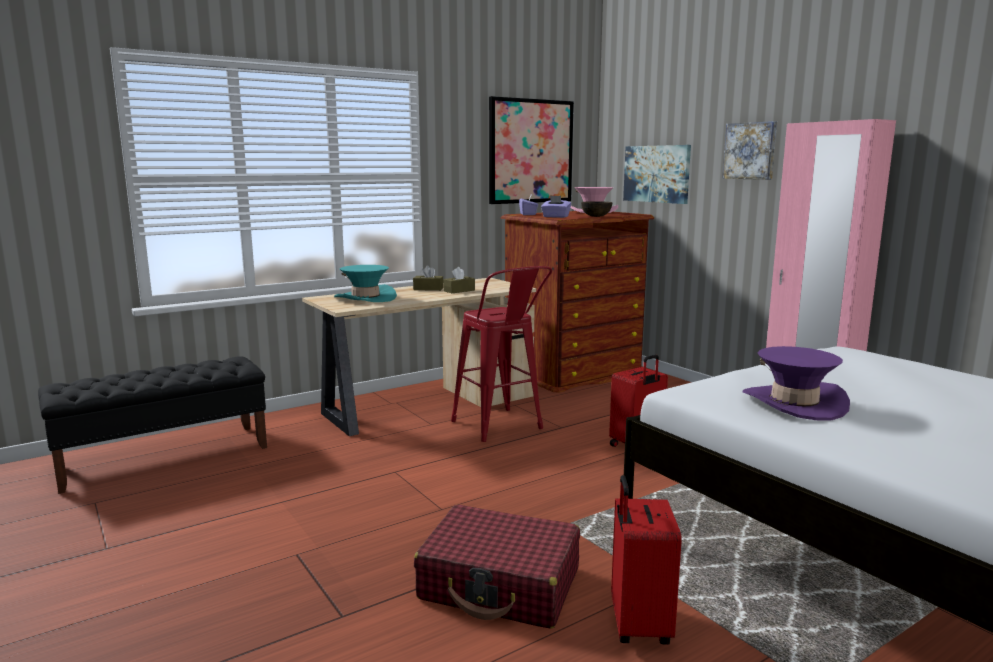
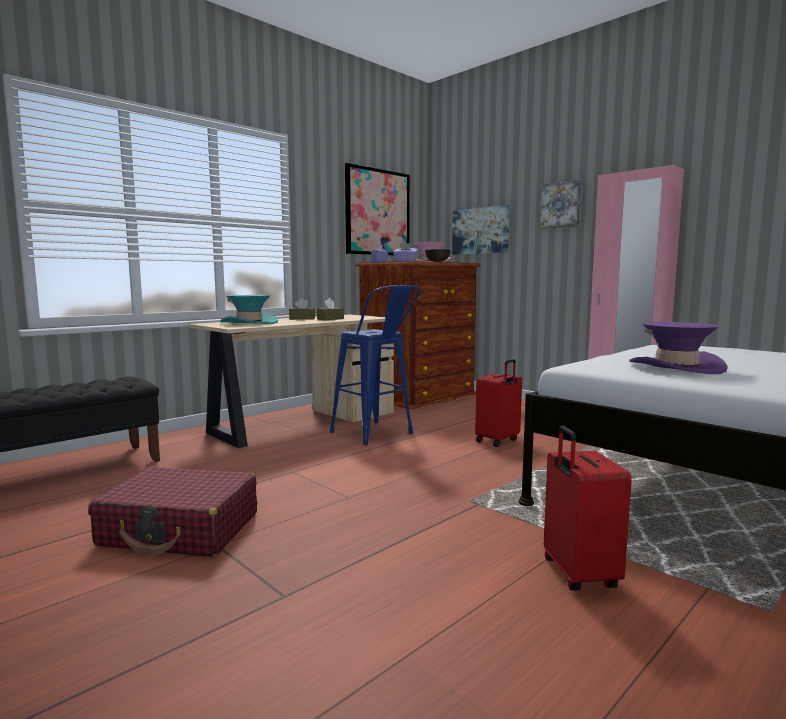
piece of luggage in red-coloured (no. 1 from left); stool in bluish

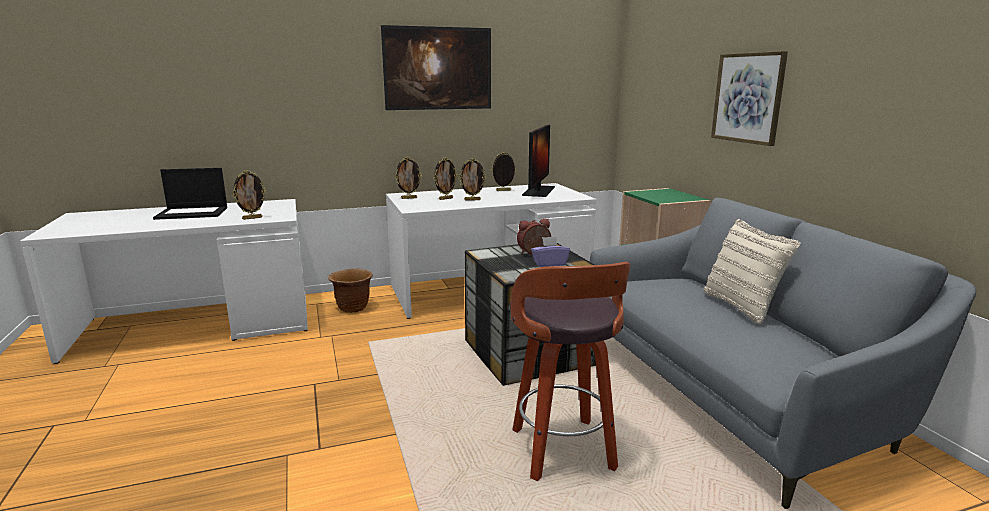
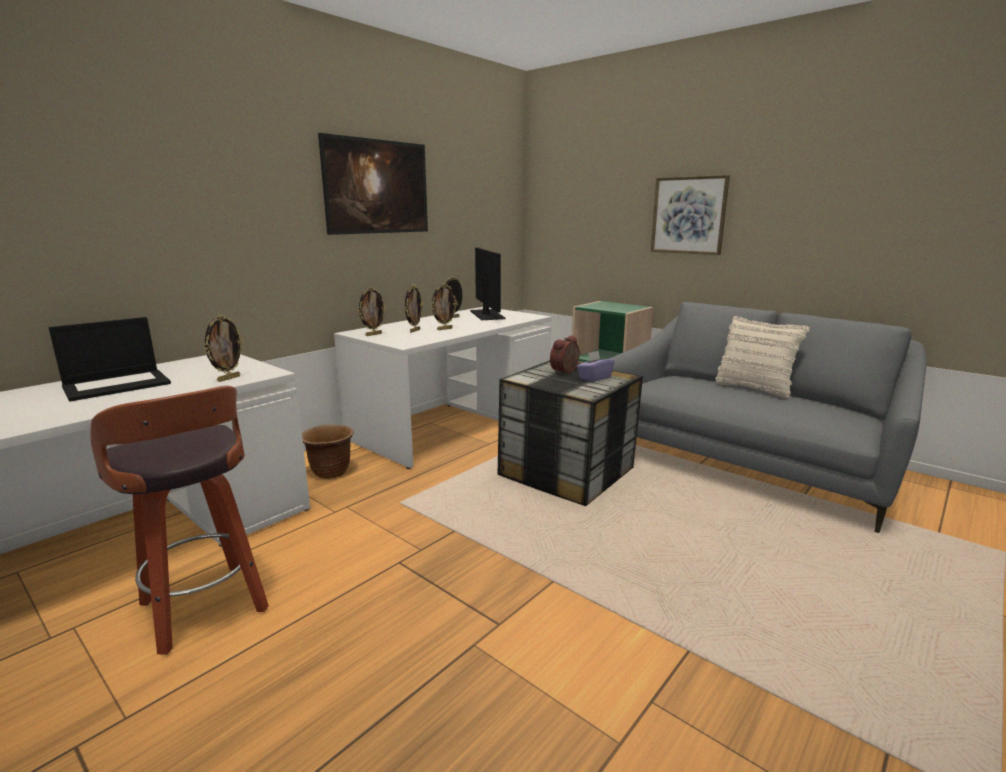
stool

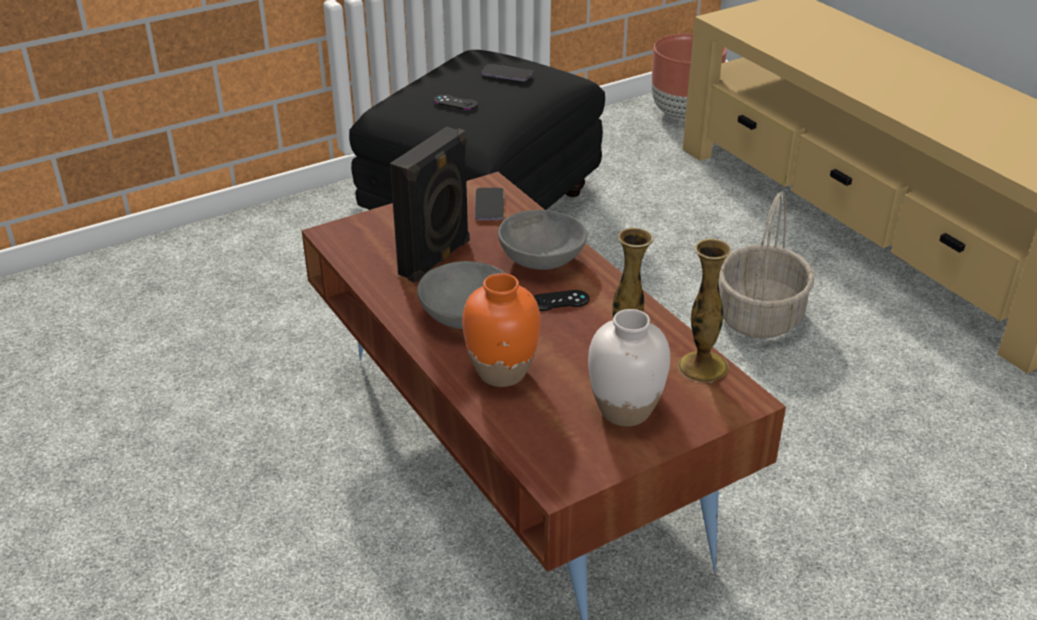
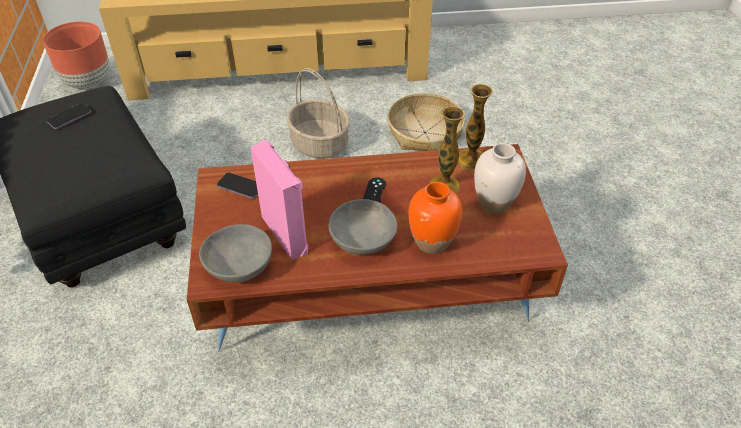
game controller in black-coloured (no. 1 from left in the first image); basket (no. 2 from left); serving bowl in gray (no. 1 from left); audio speaker in pink-coloured

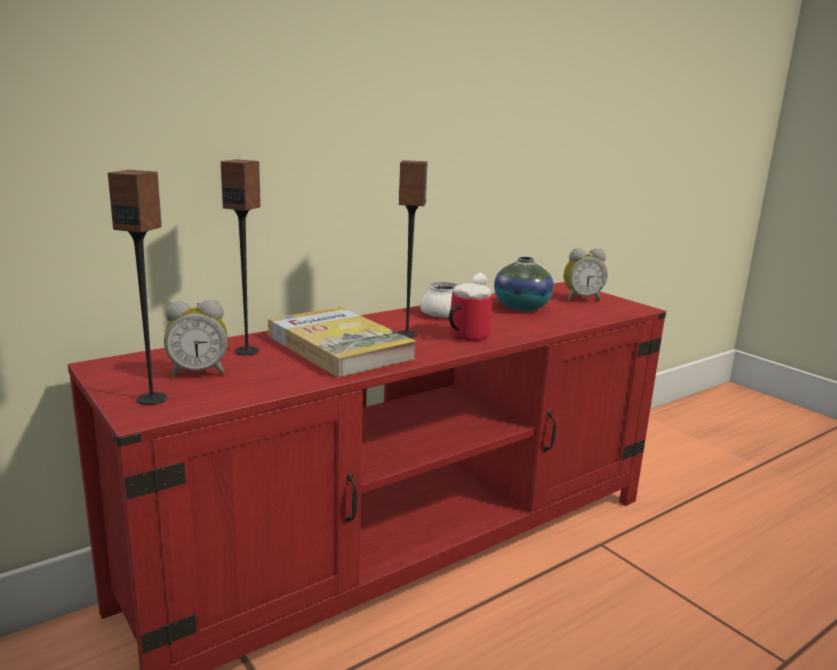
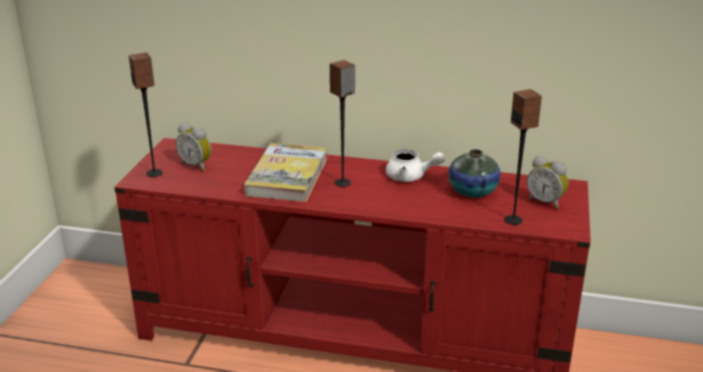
tea mug; audio speaker (no. 3 from left)

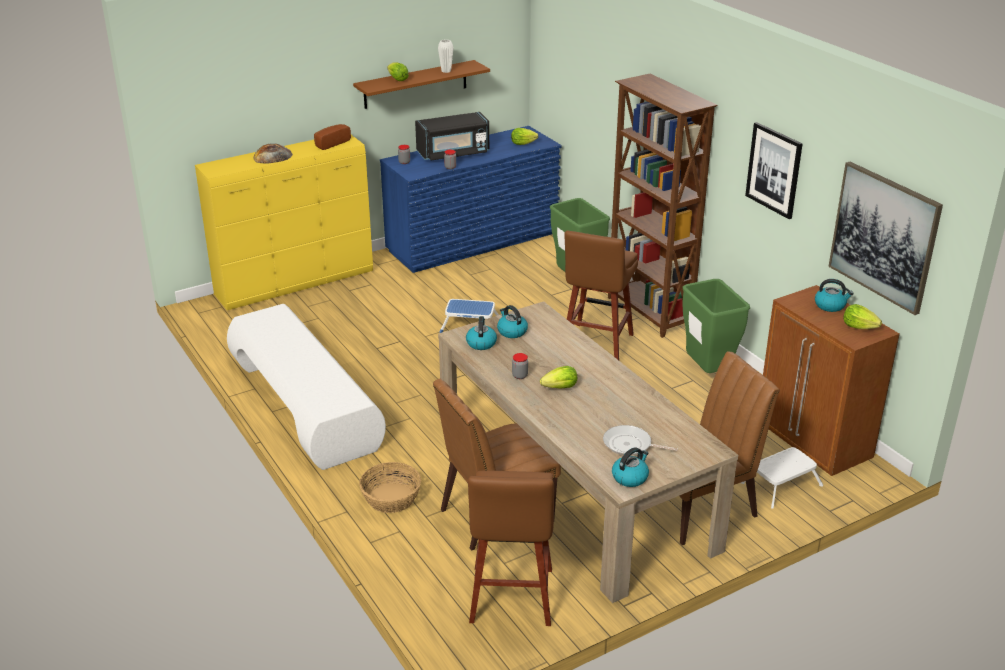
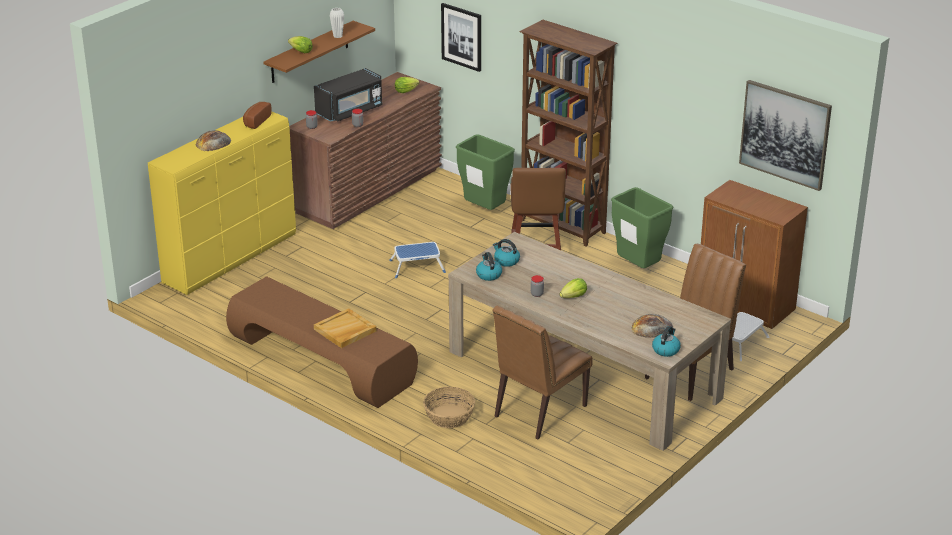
stool in brownish (no. 1 from left in the first image); tea kettle (no. 4 from left in the first image); head of lettuce (no. 4 from left in the first image); serving tray in sand-coloured; picture (no. 1 from left); baked bread (no. 3 from left); indoor bench in brownish; dresser in brownish

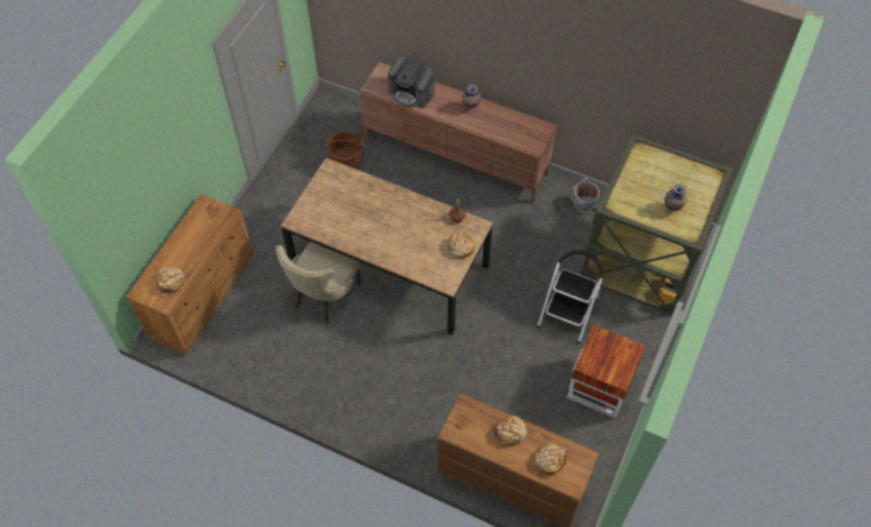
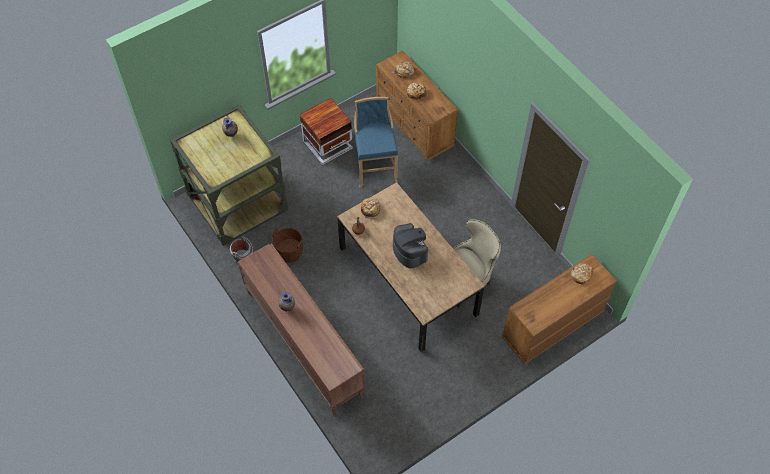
step stool; stool in bluish; pail in brownish; coffee brewer

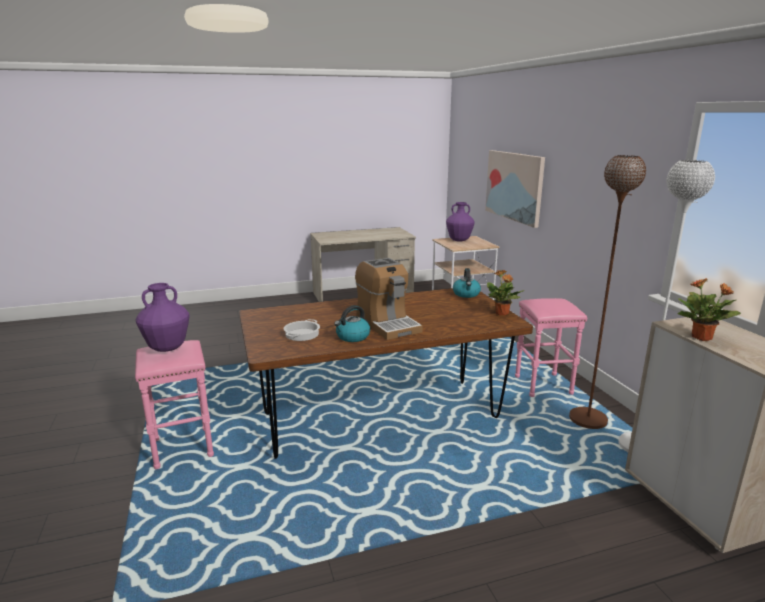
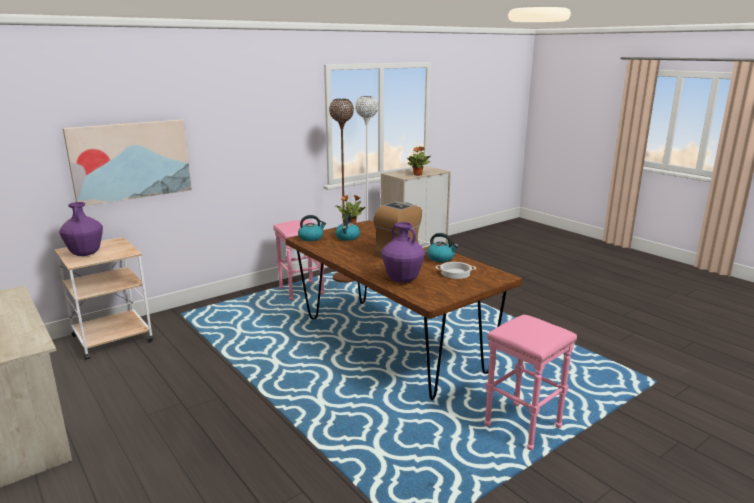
tea kettle (no. 2 from left); flower vase in purple (no. 2 from left)

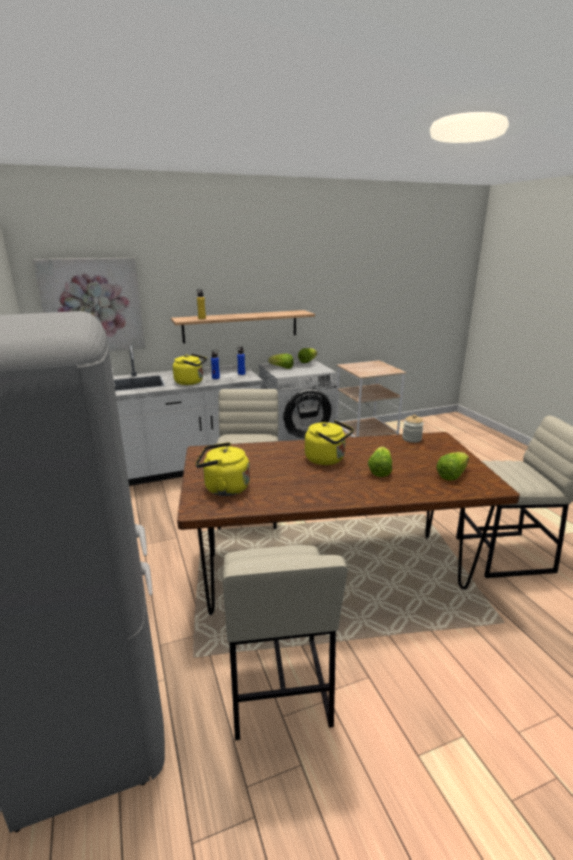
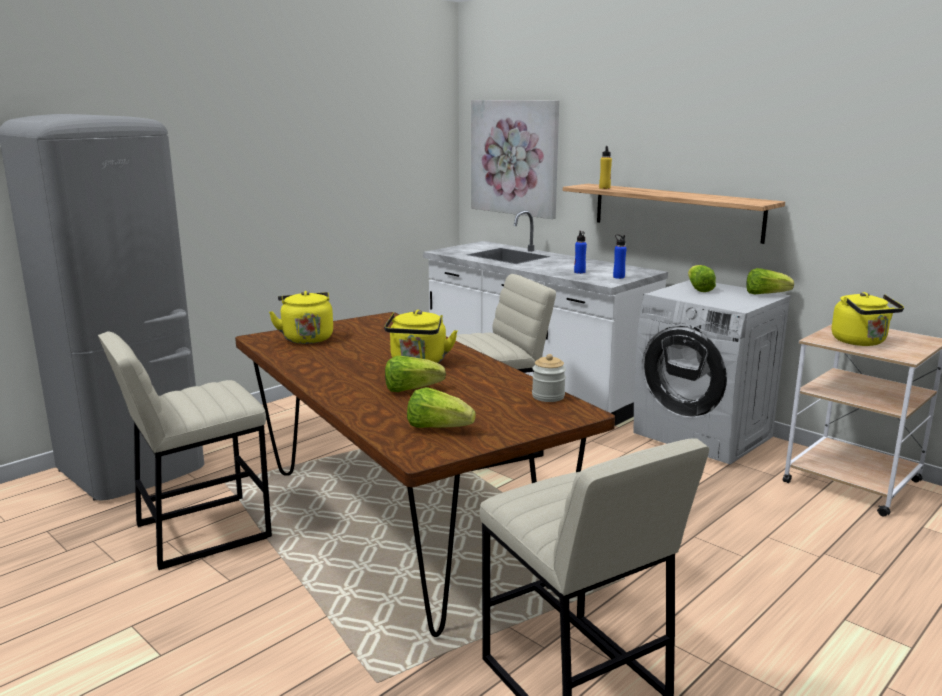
tea kettle in yellow (no. 3 from left)

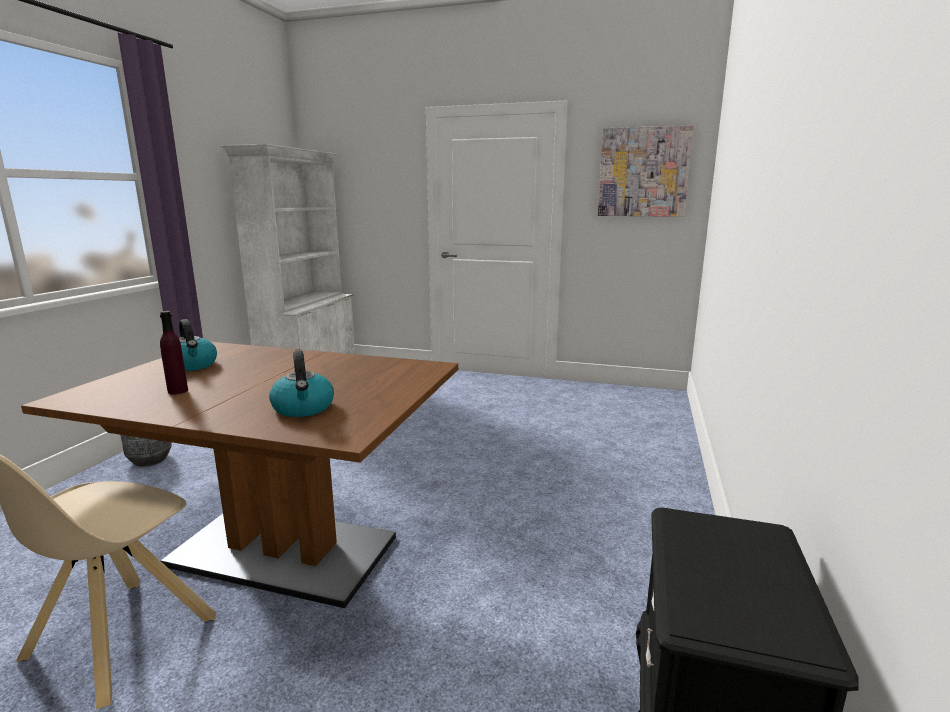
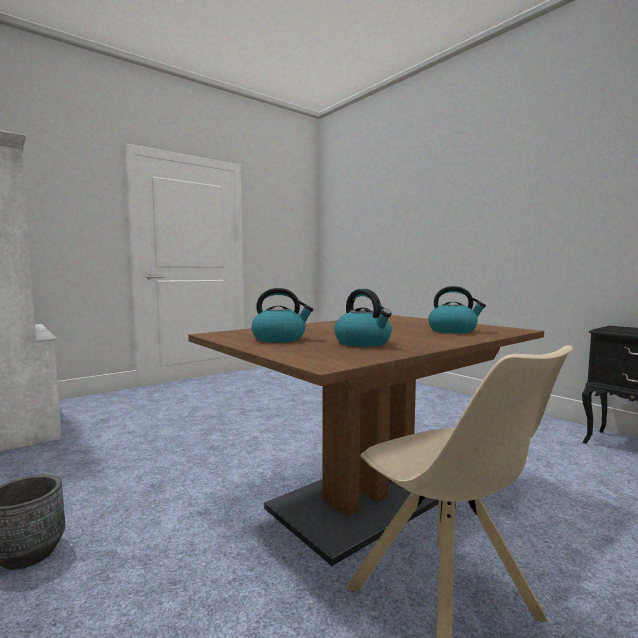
picture; tea kettle (no. 2 from left)

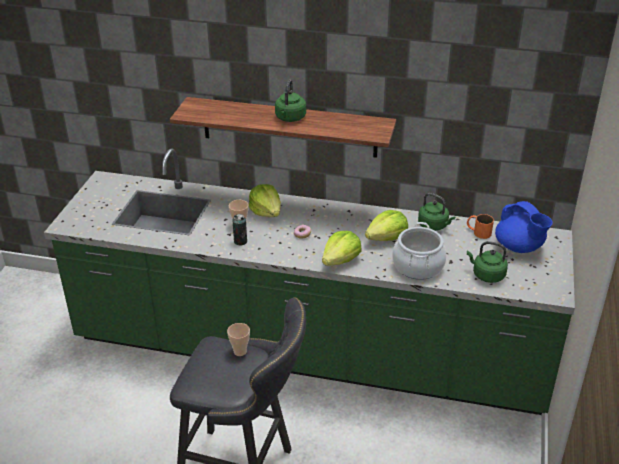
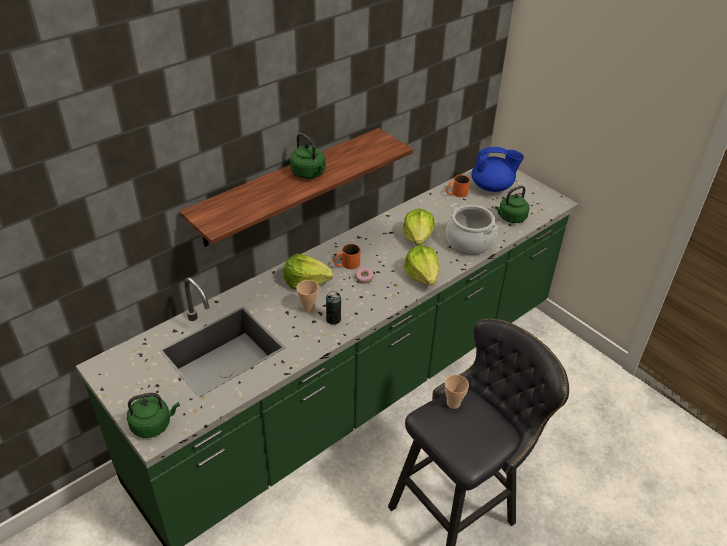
tea mug in orange (no. 1 from left); tea kettle in greenish (no. 1 from left)

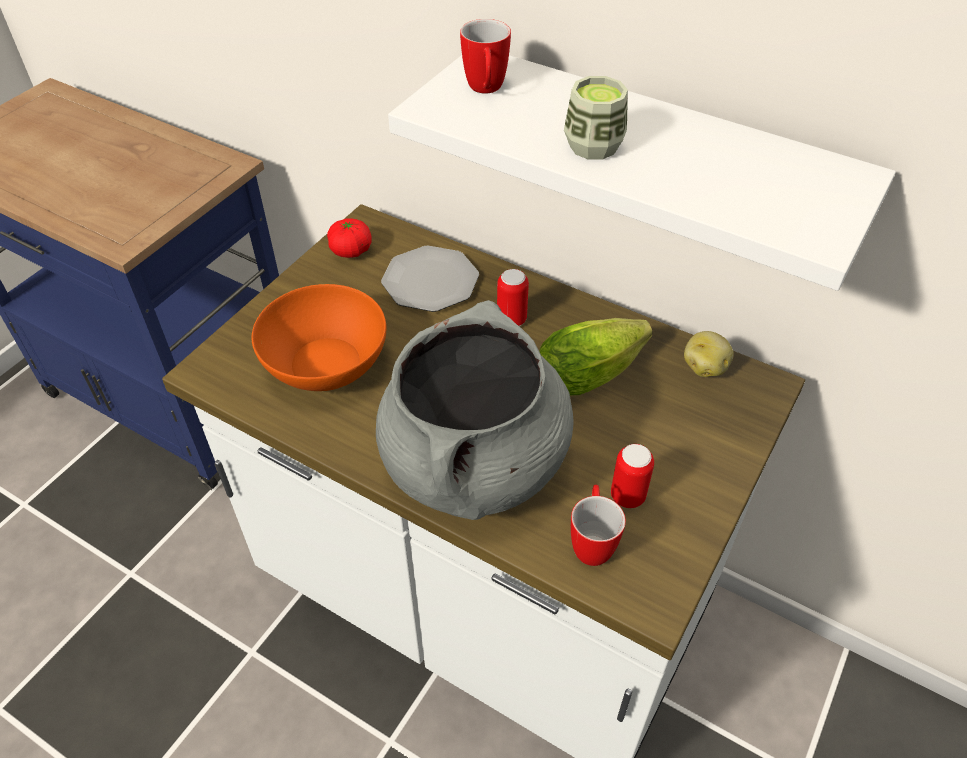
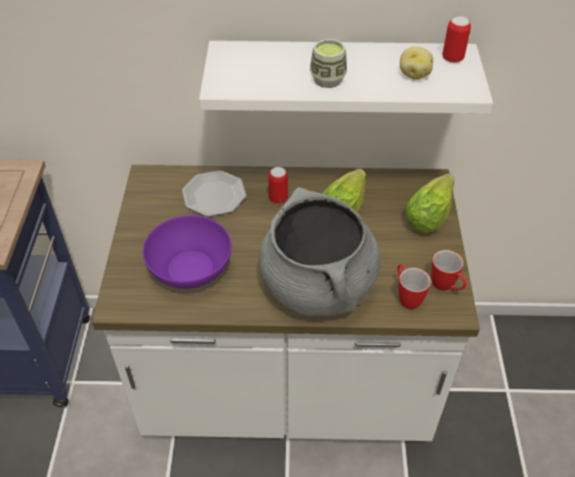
tomato; head of lettuce (no. 2 from left); tea mug (no. 2 from left); sealed can (no. 2 from left); spud; serving bowl in purple

